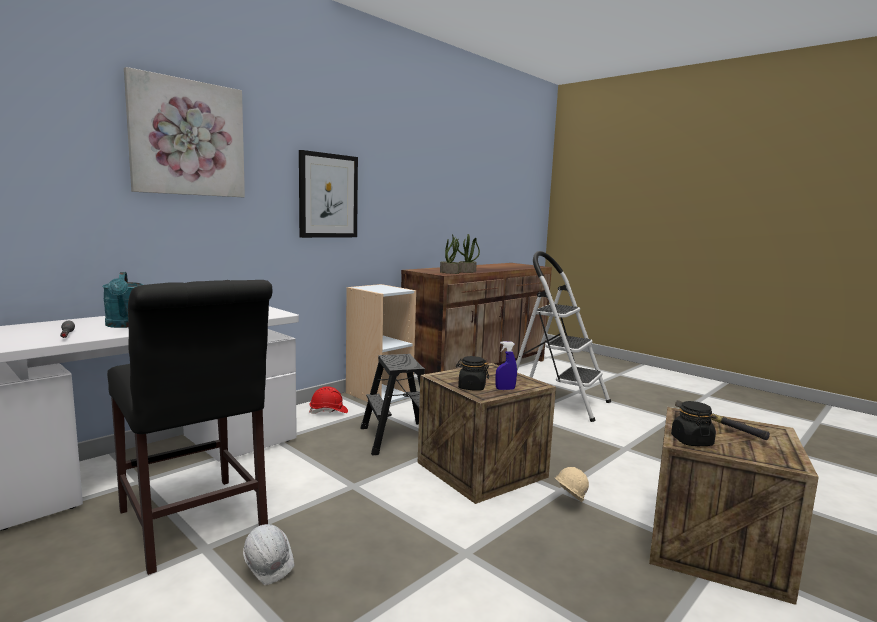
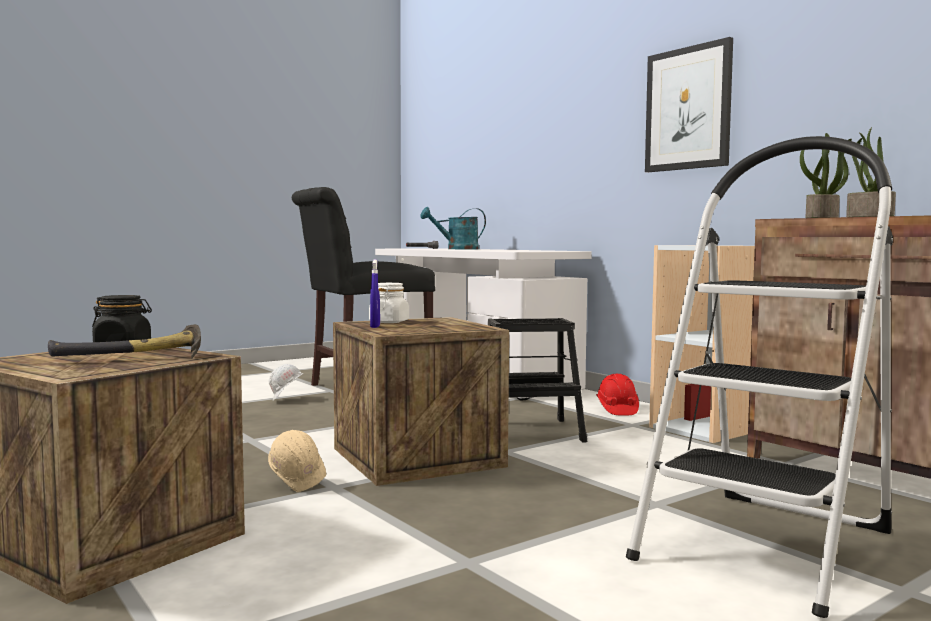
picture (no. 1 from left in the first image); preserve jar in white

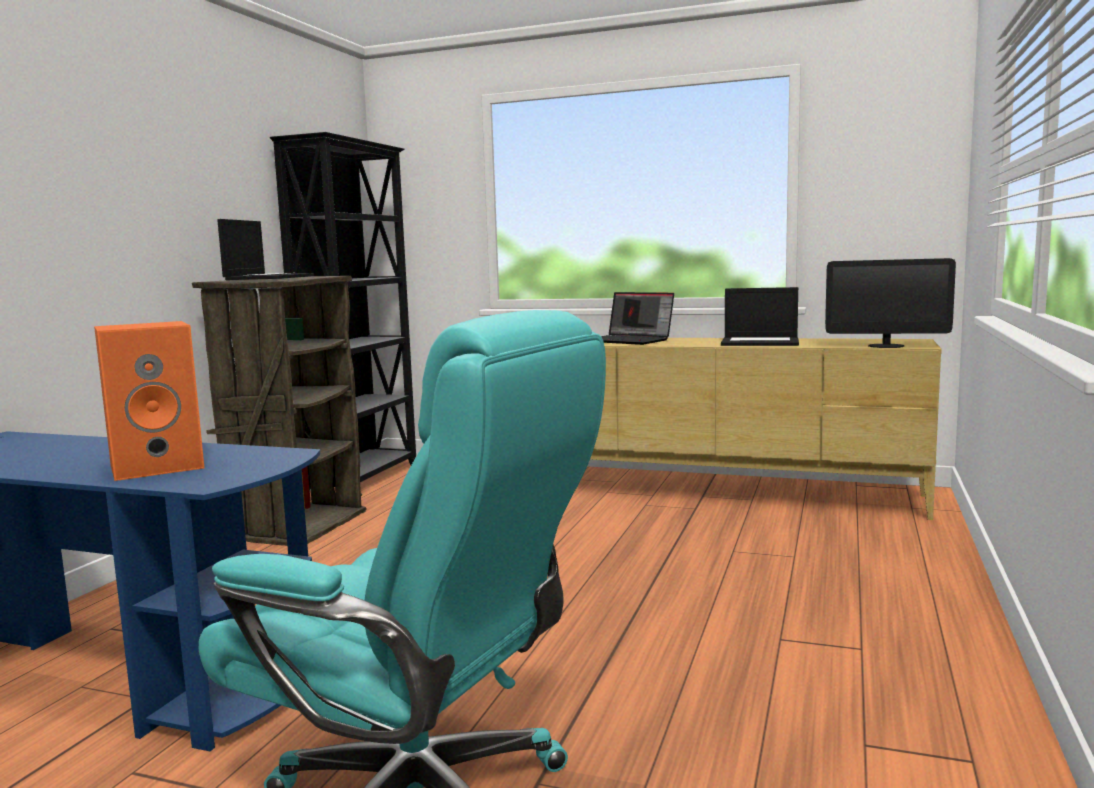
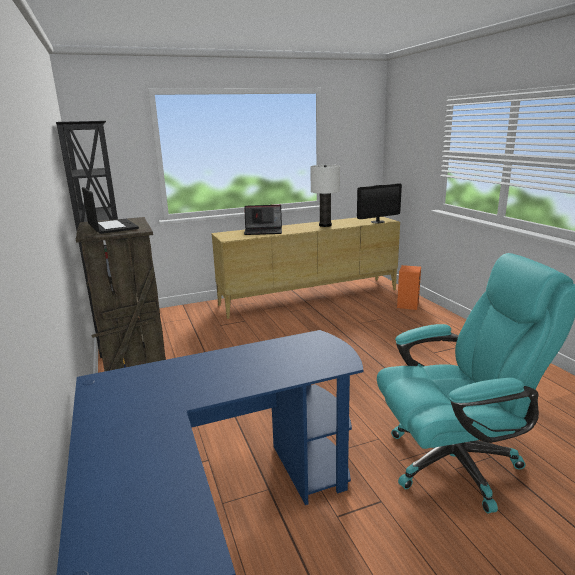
audio speaker in orange; tabletop lamp in white

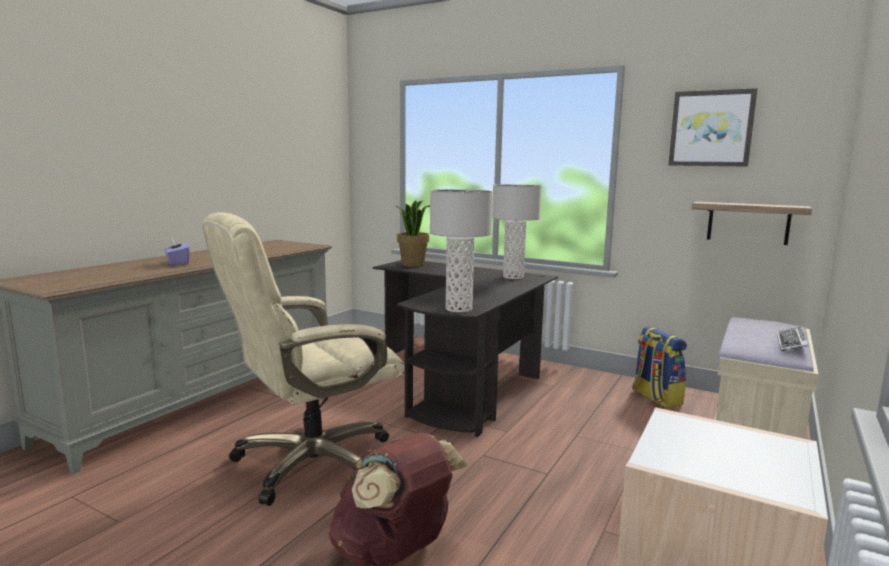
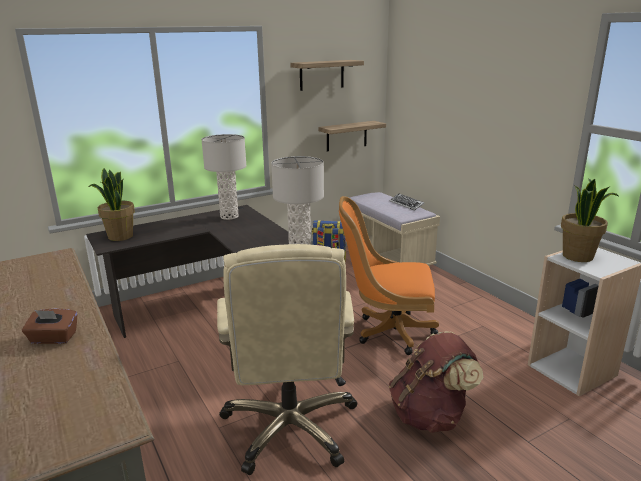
desk chair in orange; houseplant (no. 2 from left); shelf (no. 1 from left); tissue holder in brownish

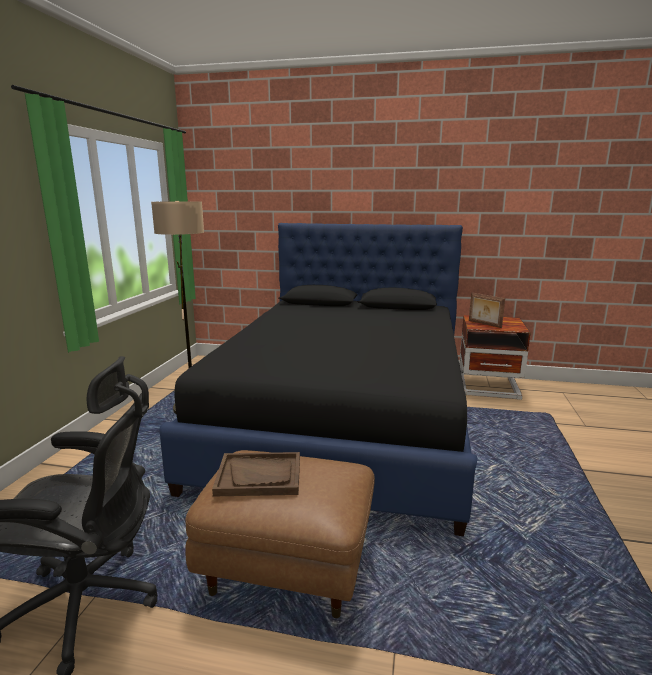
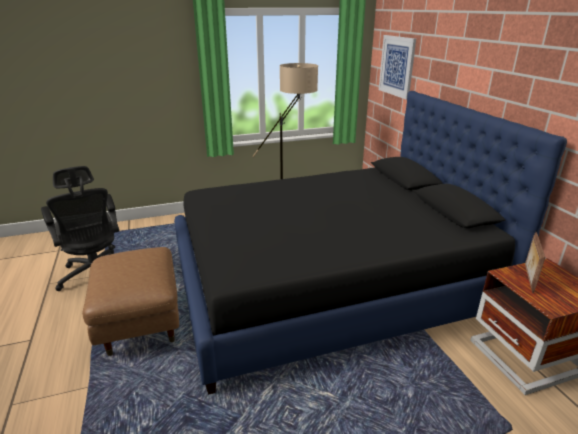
serving tray in brownish; picture

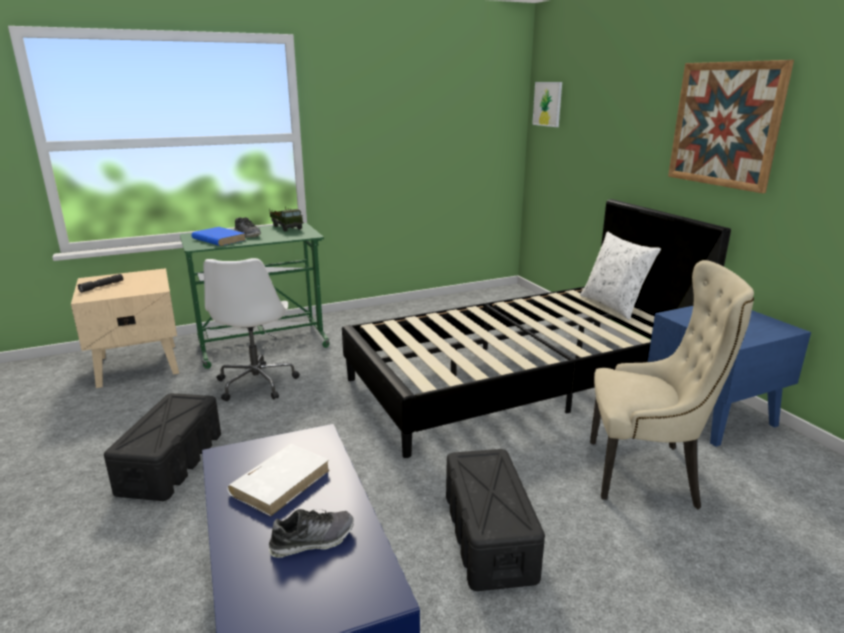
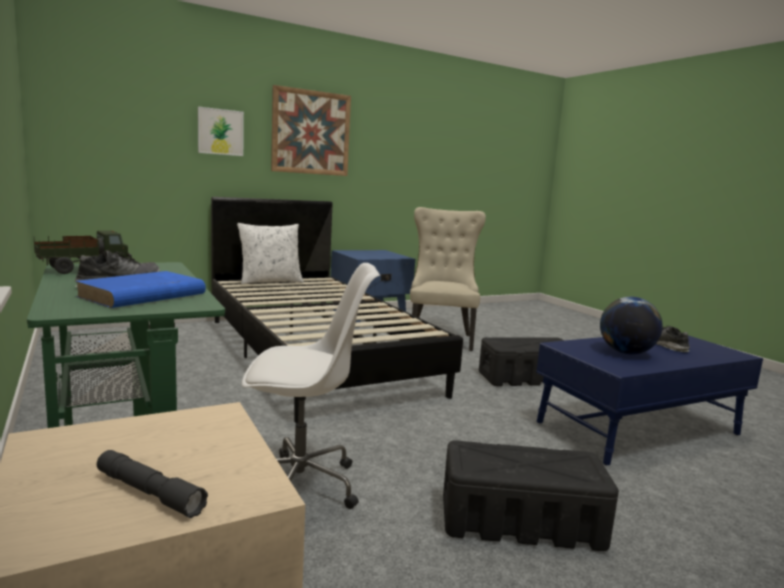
picture (no. 1 from left); desk globe

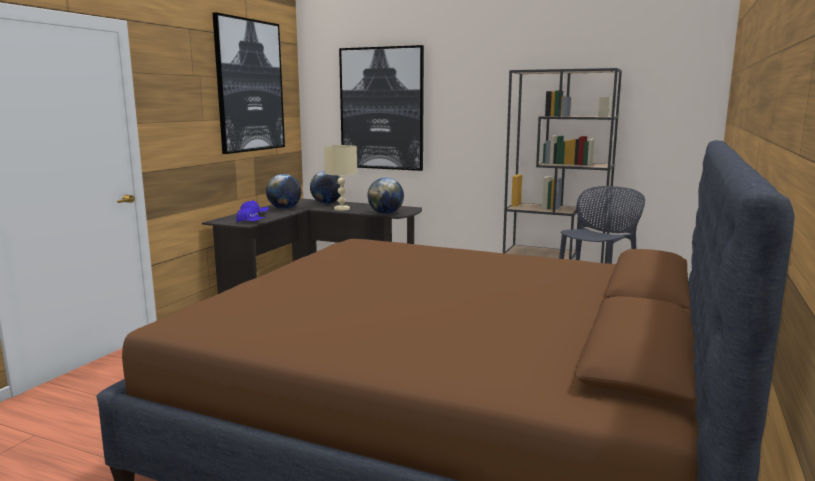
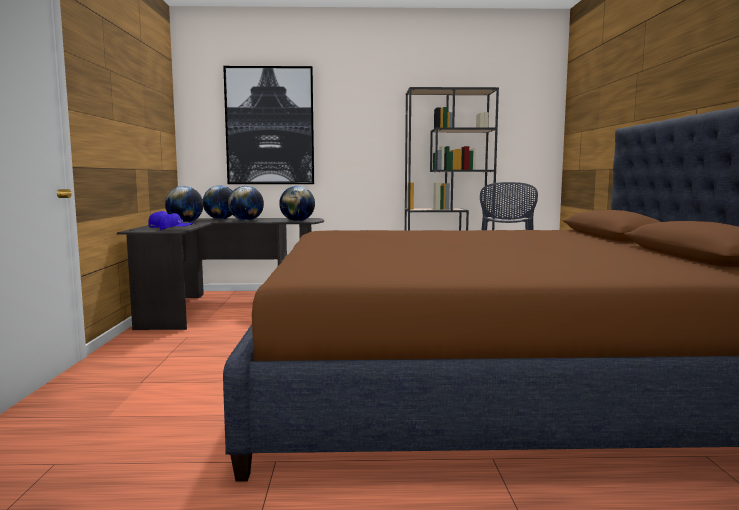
picture (no. 1 from left in the first image); desk globe (no. 3 from left)

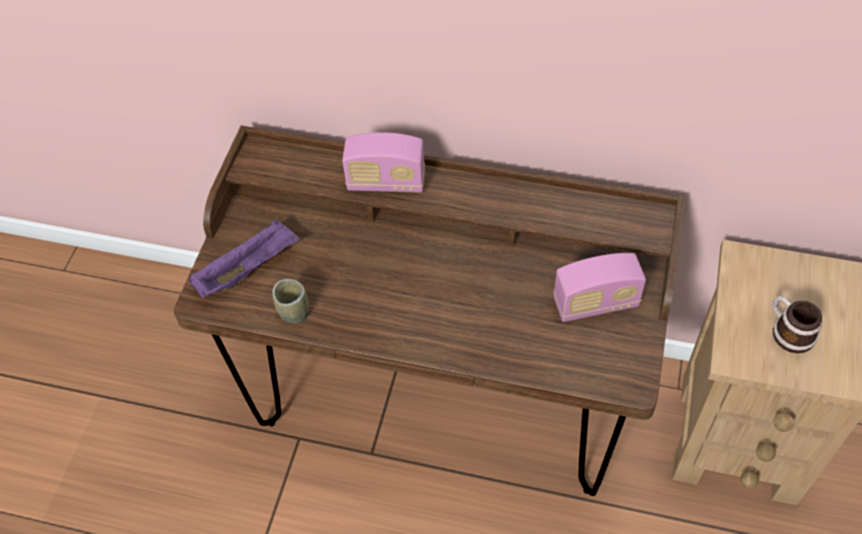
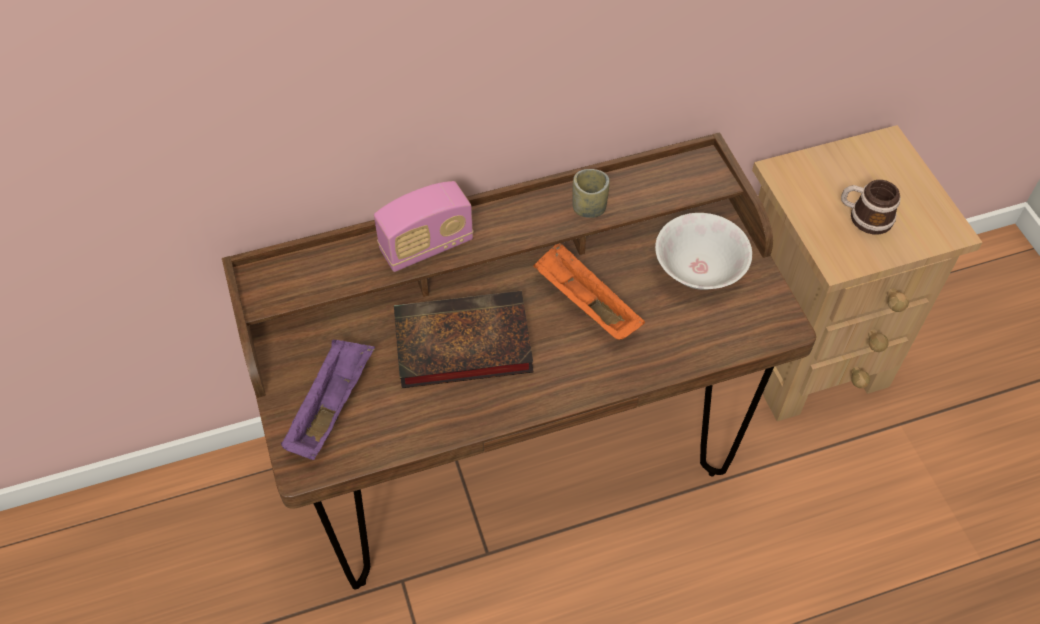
book; serving tray in orange; drinking cup; serving bowl in white

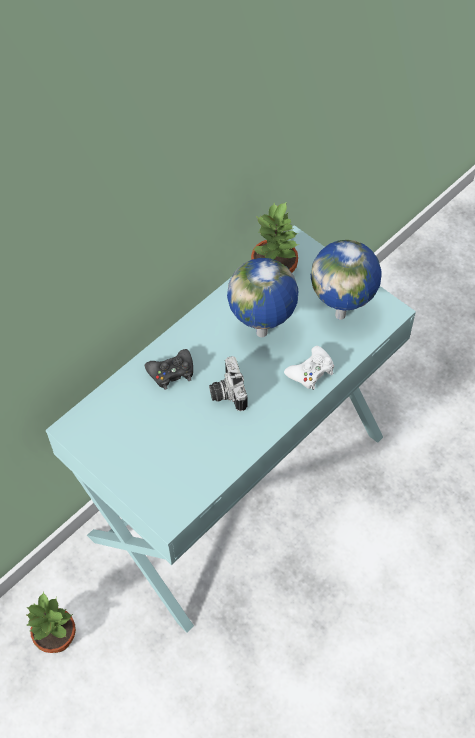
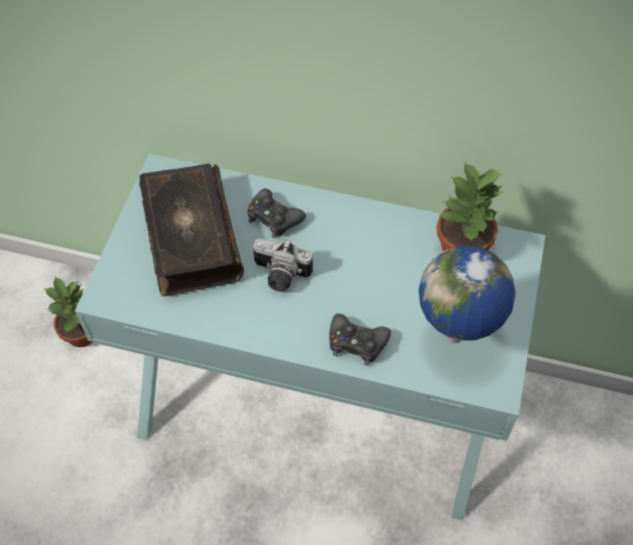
desk globe (no. 1 from left in the first image); book; game controller in black-coloured (no. 2 from left); still camera

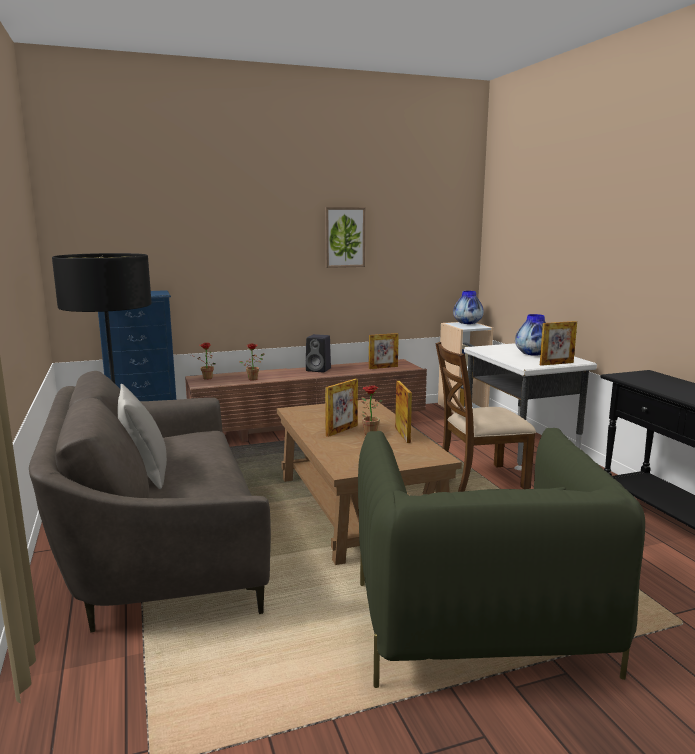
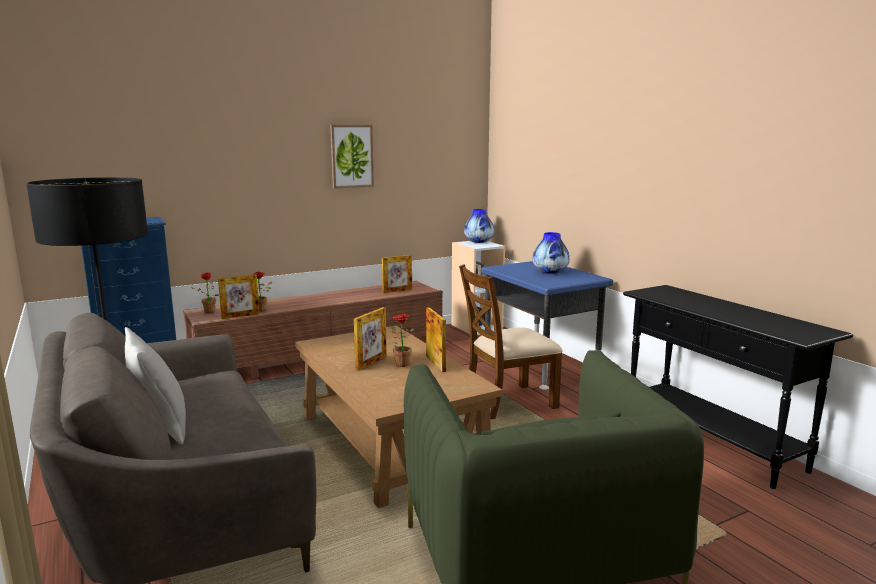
audio speaker in black-coloured; photo frame (no. 1 from left); desk table in bluish

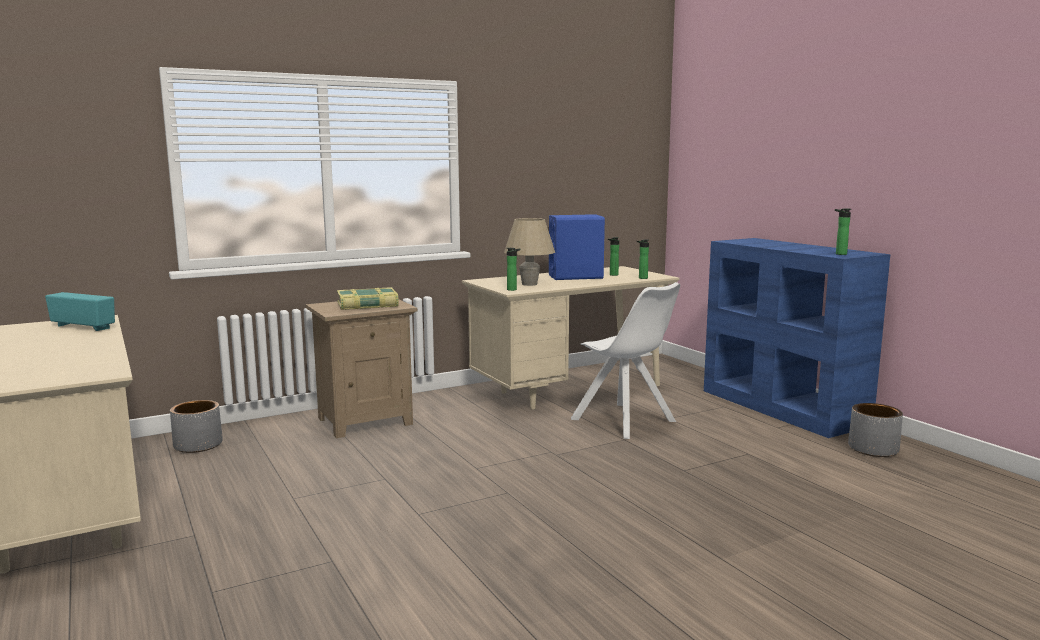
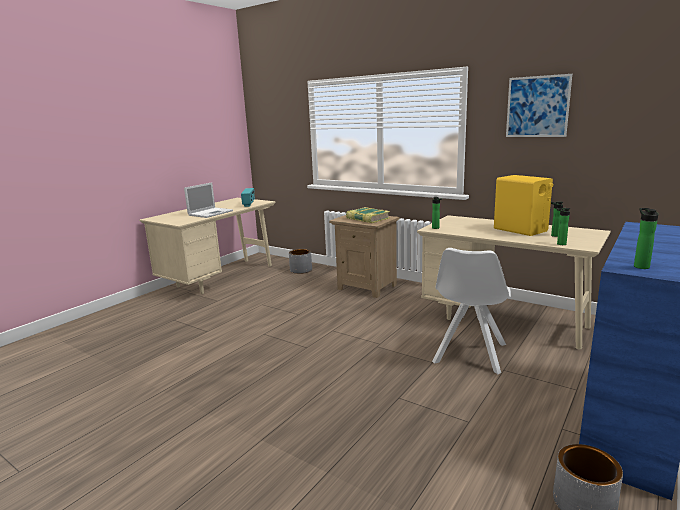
tabletop lamp in sand-coloured; laptop; picture; audio speaker in yellow

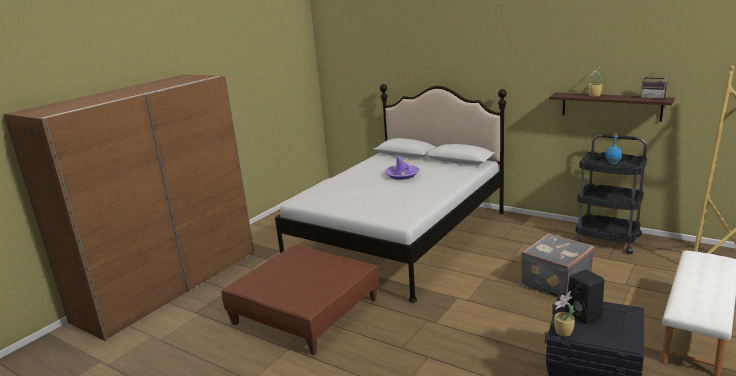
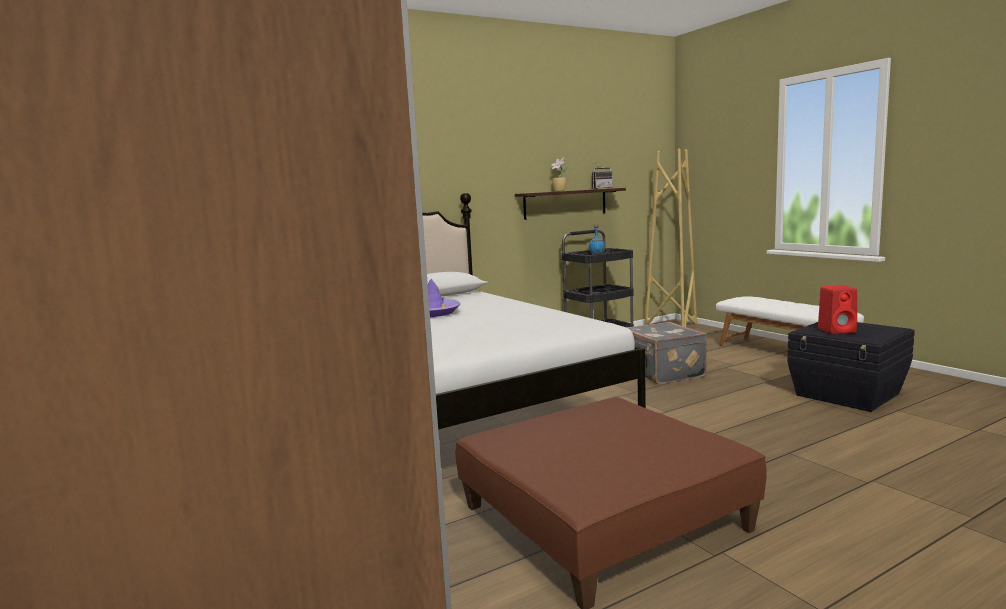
houseplant (no. 1 from left in the first image); audio speaker in red-coloured

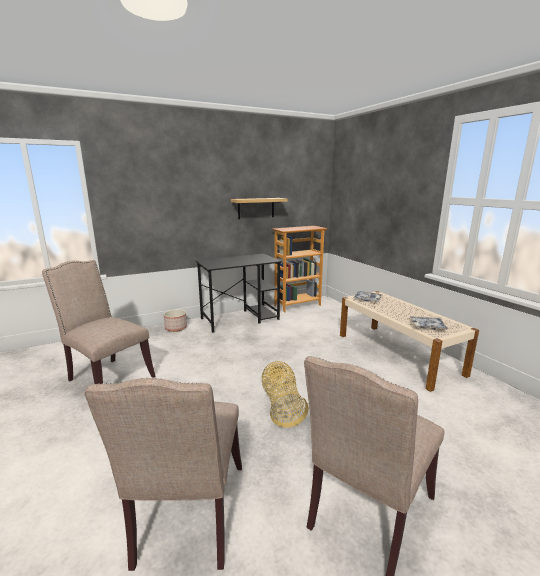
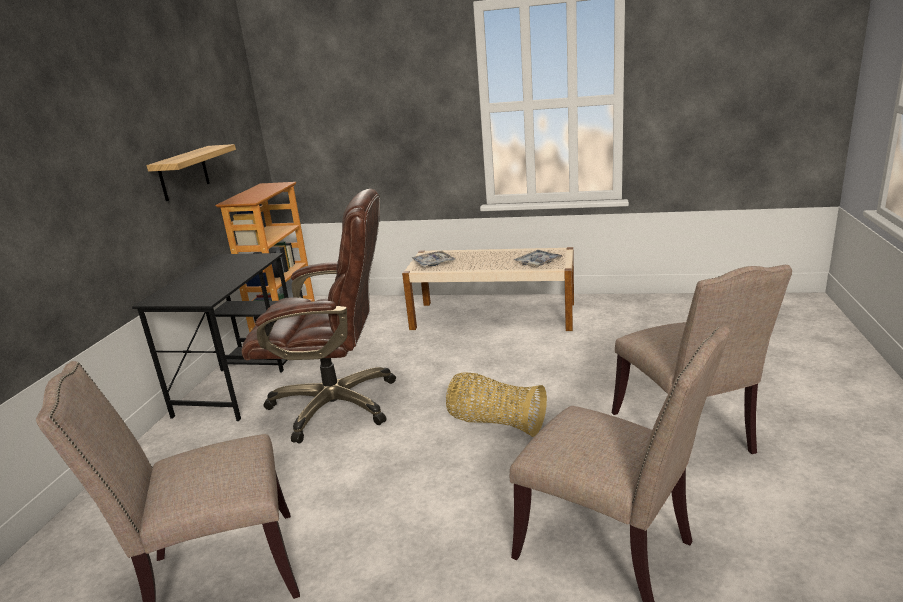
planter; desk chair in brownish

